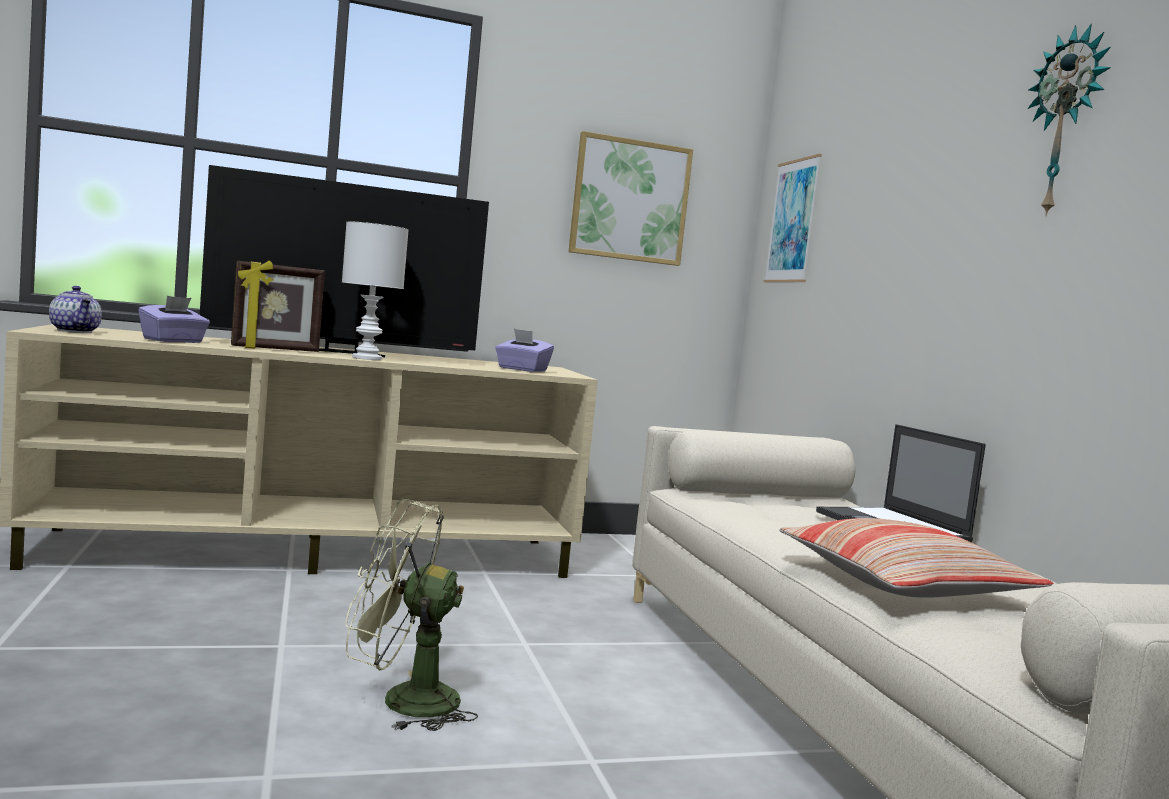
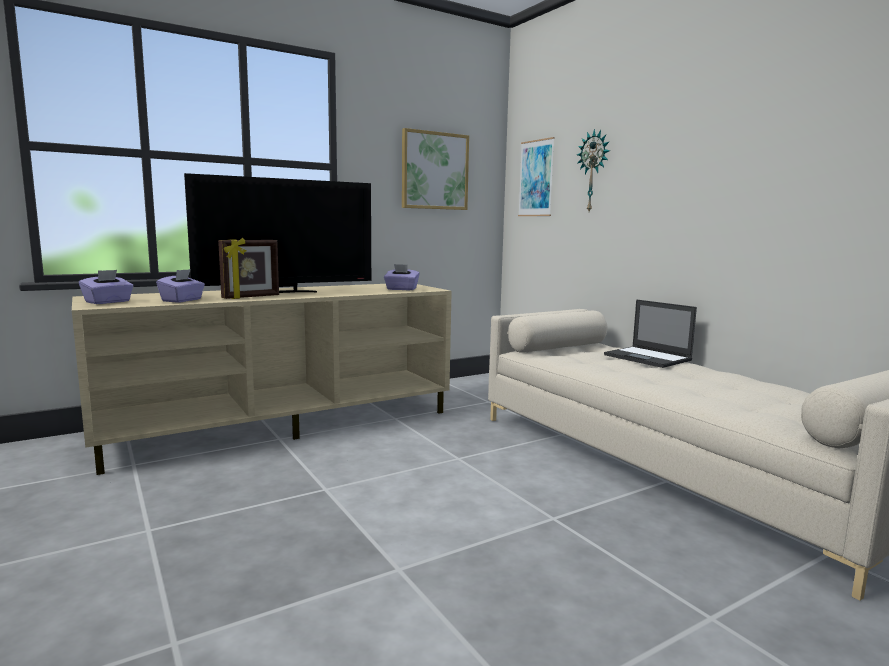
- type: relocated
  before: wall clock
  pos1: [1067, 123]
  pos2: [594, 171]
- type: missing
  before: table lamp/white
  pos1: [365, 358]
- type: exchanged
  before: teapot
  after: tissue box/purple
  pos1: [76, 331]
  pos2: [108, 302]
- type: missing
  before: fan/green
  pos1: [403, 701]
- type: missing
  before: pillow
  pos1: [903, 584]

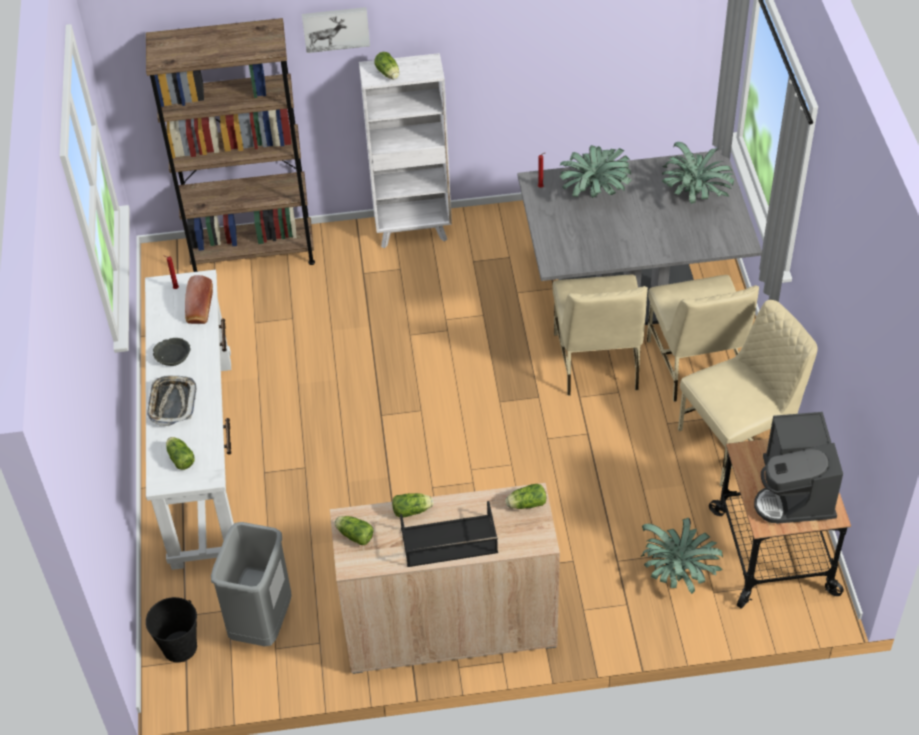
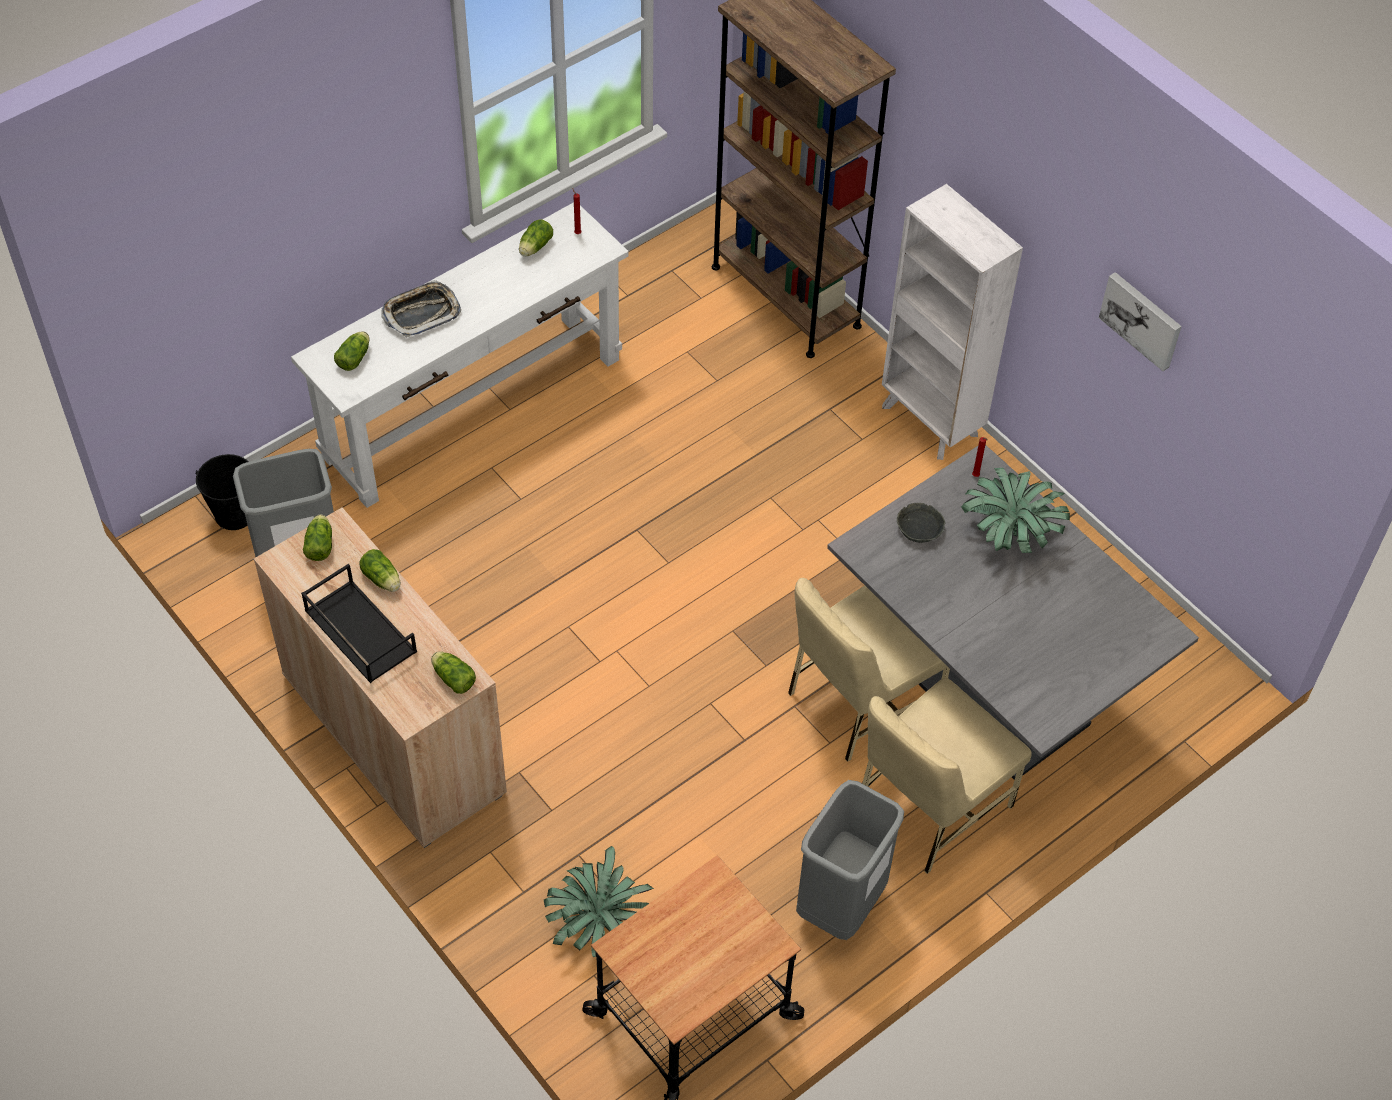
- type: relocated
  before: picture
  pos1: [336, 28]
  pos2: [1142, 319]
- type: relocated
  before: lettuce
  pos1: [388, 74]
  pos2: [534, 247]
- type: missing
  before: potted plant
  pos1: [695, 195]
- type: missing
  before: bread
  pos1: [199, 309]
- type: exchanged
  before: chair/beige
  after: trash can/grey
  pos1: [738, 441]
  pos2: [840, 905]
- type: relocated
  before: bowl/grey
  pos1: [172, 355]
  pos2: [920, 527]
- type: missing
  before: coffee machine
  pos1: [795, 492]

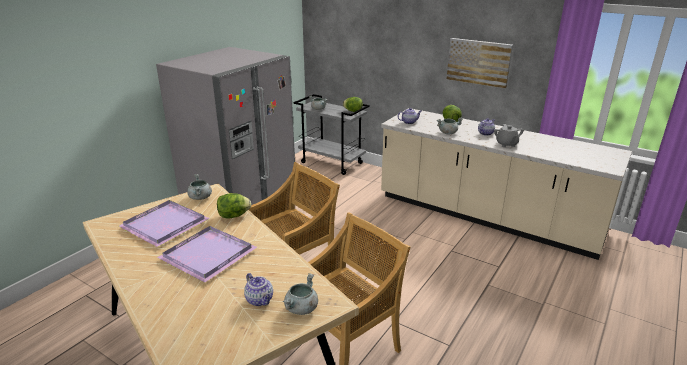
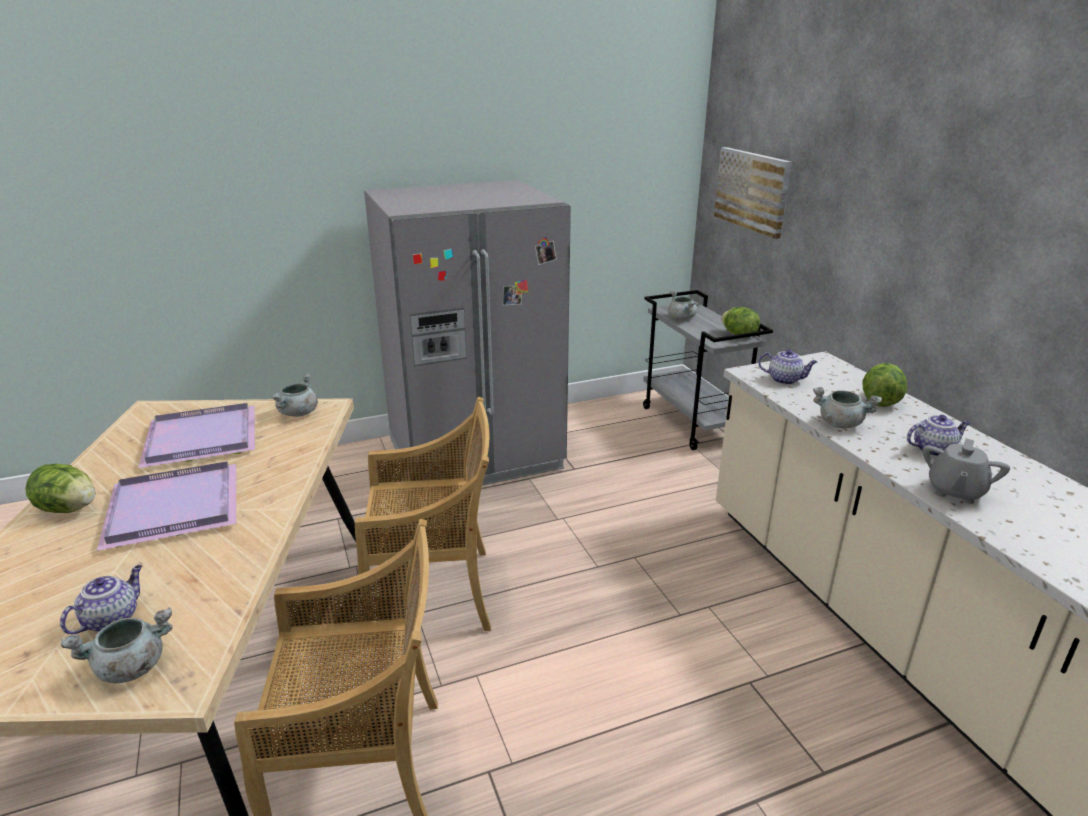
- type: relocated
  before: picture
  pos1: [478, 62]
  pos2: [752, 190]
- type: relocated
  before: lettuce
  pos1: [234, 216]
  pos2: [68, 509]
- type: spun
  before: teapot
  pos1: [260, 300]
  pos2: [112, 619]
  turn: -150

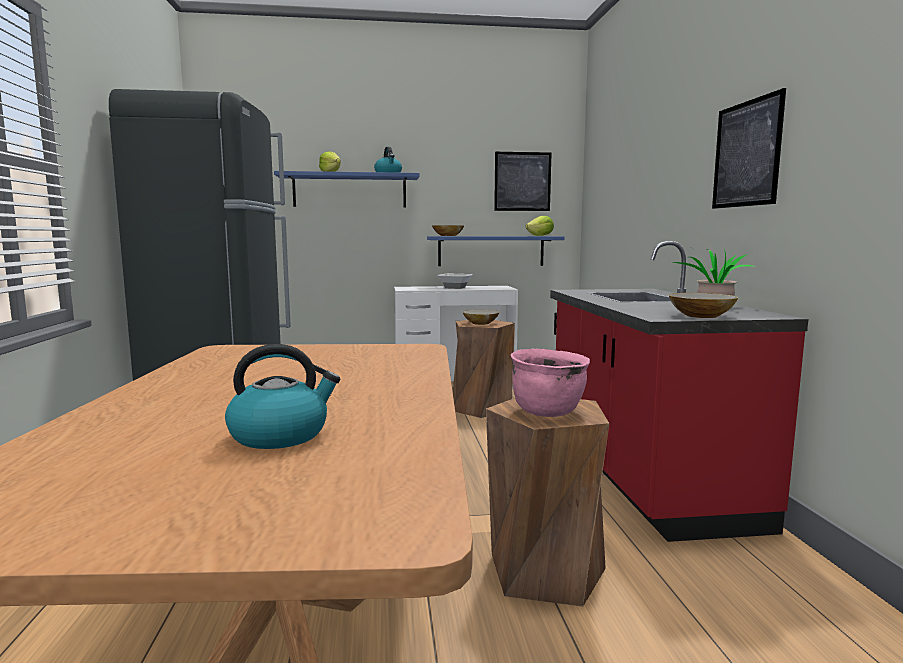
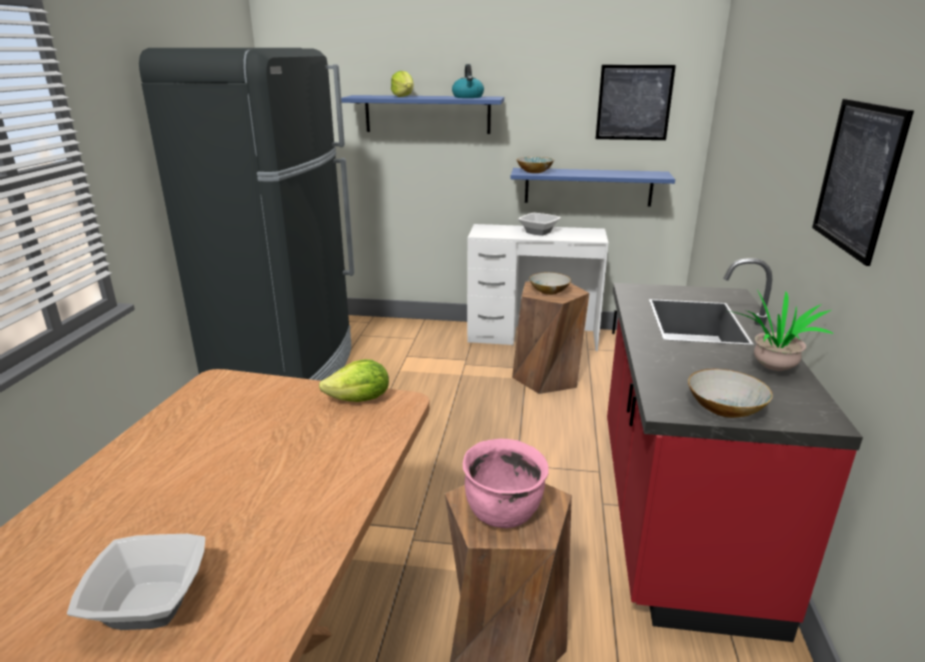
- type: relocated
  before: lettuce
  pos1: [540, 236]
  pos2: [360, 400]
- type: exchanged
  before: kettle
  after: bowl
  pos1: [280, 435]
  pos2: [150, 603]

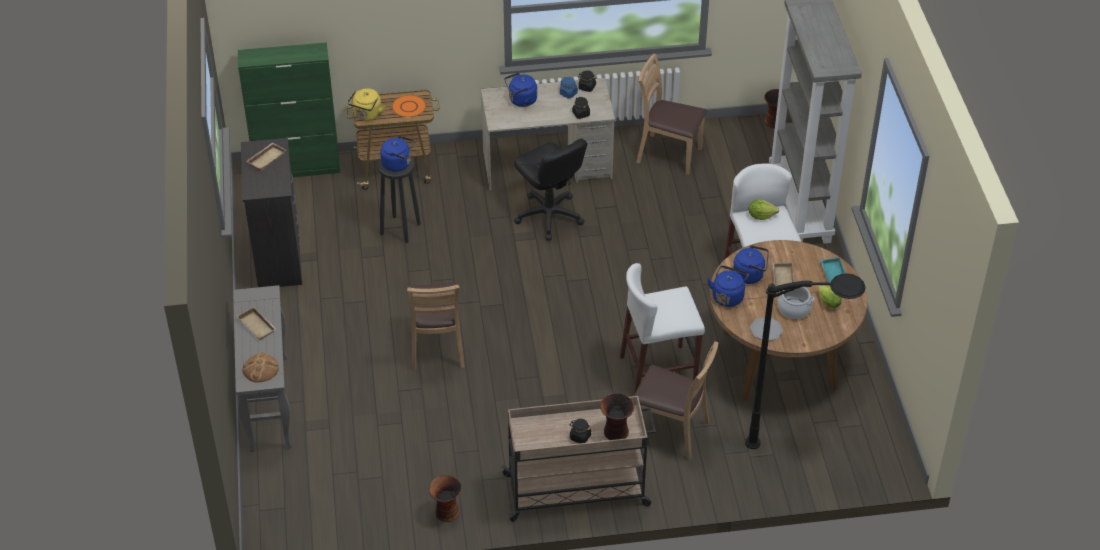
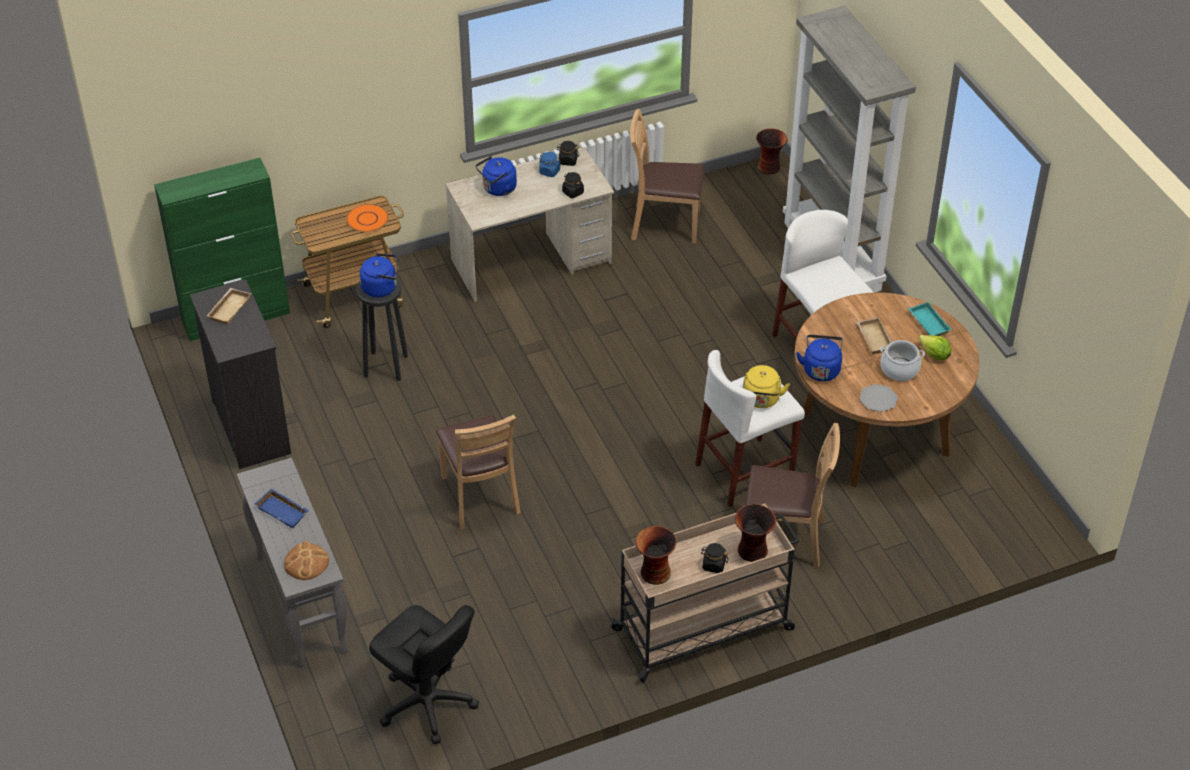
- type: relocated
  before: kettle/yellow
  pos1: [367, 115]
  pos2: [761, 400]
- type: relocated
  before: office chair/black
  pos1: [549, 216]
  pos2: [427, 703]
- type: missing
  before: lettuce
  pos1: [761, 216]
- type: missing
  before: kettle/blue
  pos1: [750, 275]
- type: missing
  before: floor lamp/black
  pos1: [801, 446]
- type: colour
  before: tray/beige
  after: tray/blue
  pos1: [258, 325]
  pos2: [283, 511]
- type: relocated
  before: vase
  pos1: [446, 512]
  pos2: [654, 573]

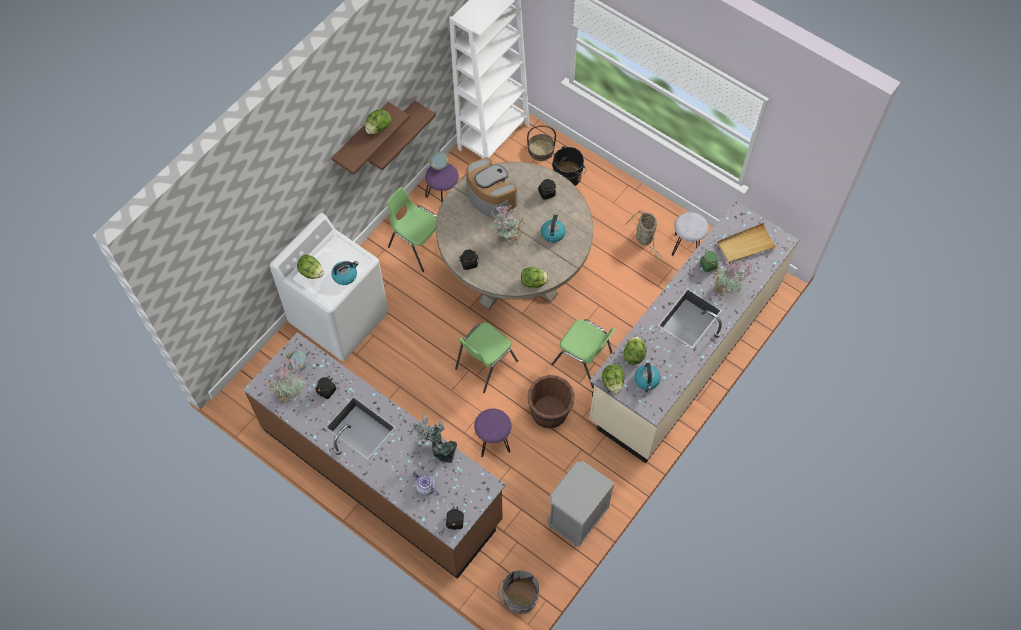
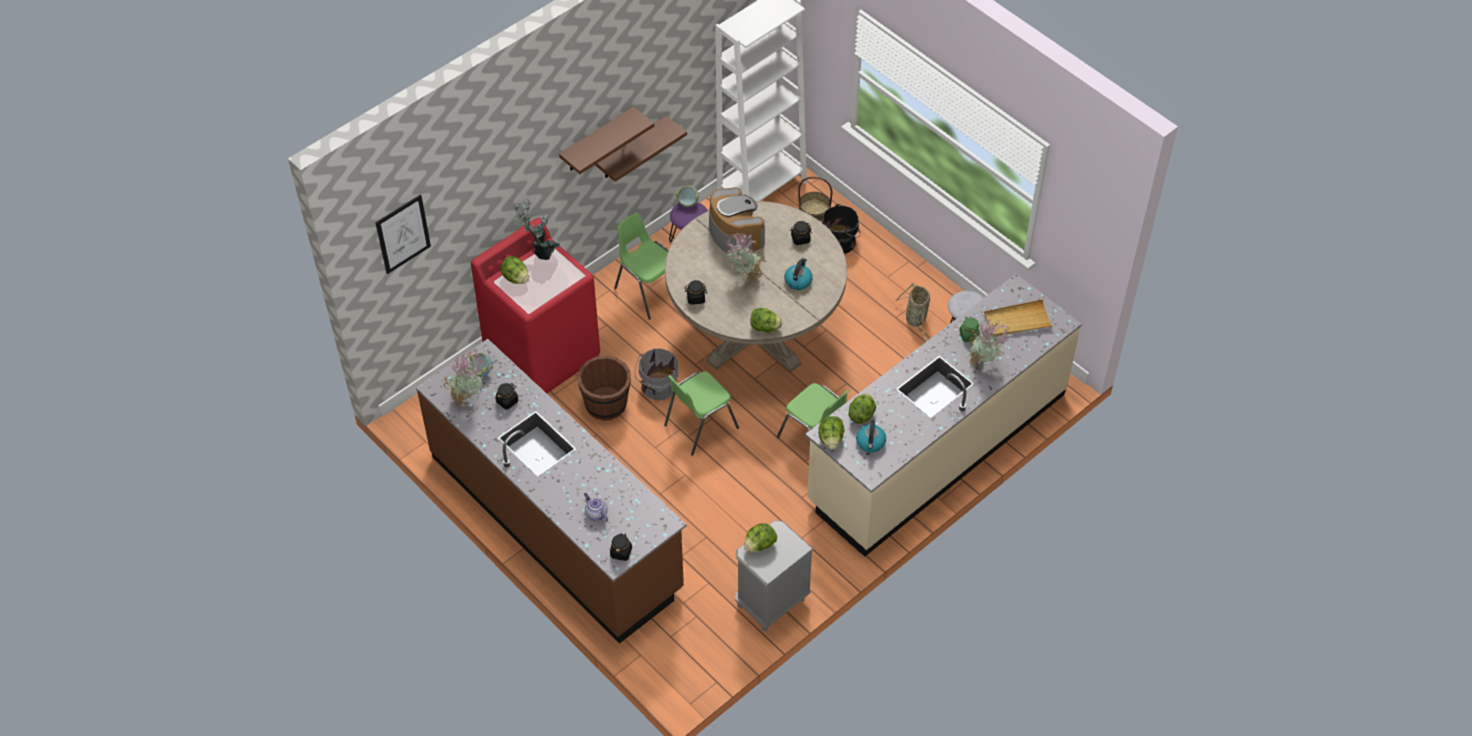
- type: relocated
  before: lettuce
  pos1: [378, 128]
  pos2: [759, 545]
- type: colour
  before: washing machine/white
  after: washing machine/red
  pos1: [339, 318]
  pos2: [543, 354]
- type: missing
  before: kettle
  pos1: [345, 275]
- type: relocated
  before: bucket/brown
  pos1: [549, 412]
  pos2: [606, 404]
- type: missing
  before: stool/purple
  pos1: [493, 441]
- type: relocated
  before: potted plant
  pos1: [438, 449]
  pos2: [540, 252]
- type: relocated
  before: bucket/grey
  pos1: [519, 599]
  pos2: [658, 387]
- type: appeared
  after: picture
  pos2: [403, 234]

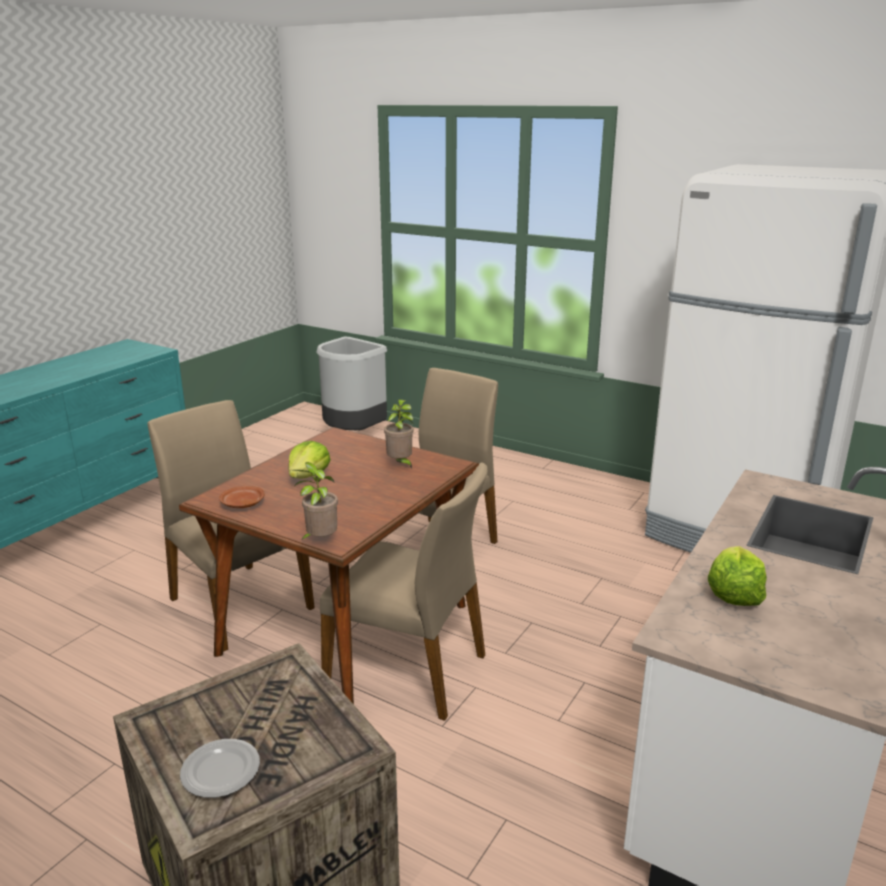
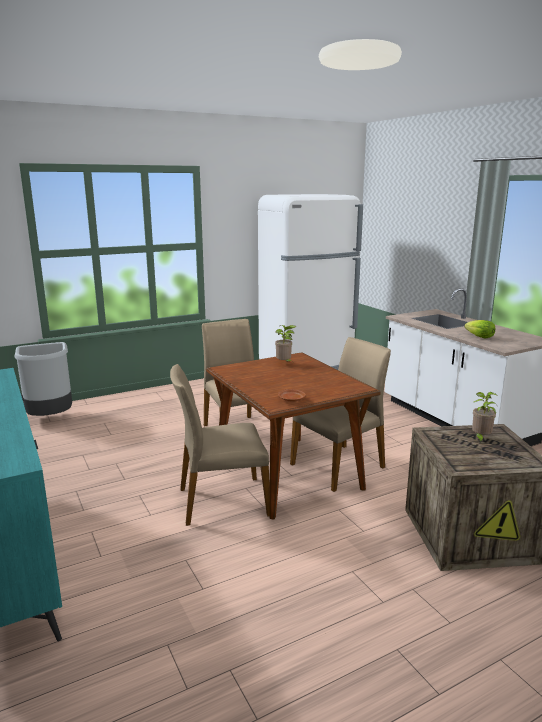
- type: missing
  before: lettuce
  pos1: [308, 476]
- type: relocated
  before: potted plant
  pos1: [320, 540]
  pos2: [480, 438]
- type: missing
  before: plate
  pos1: [221, 771]

